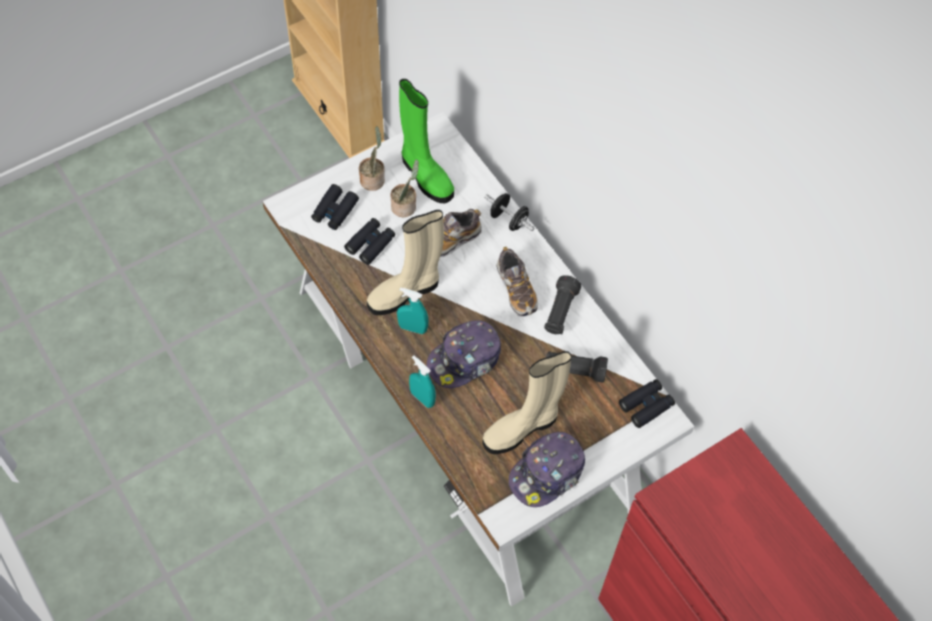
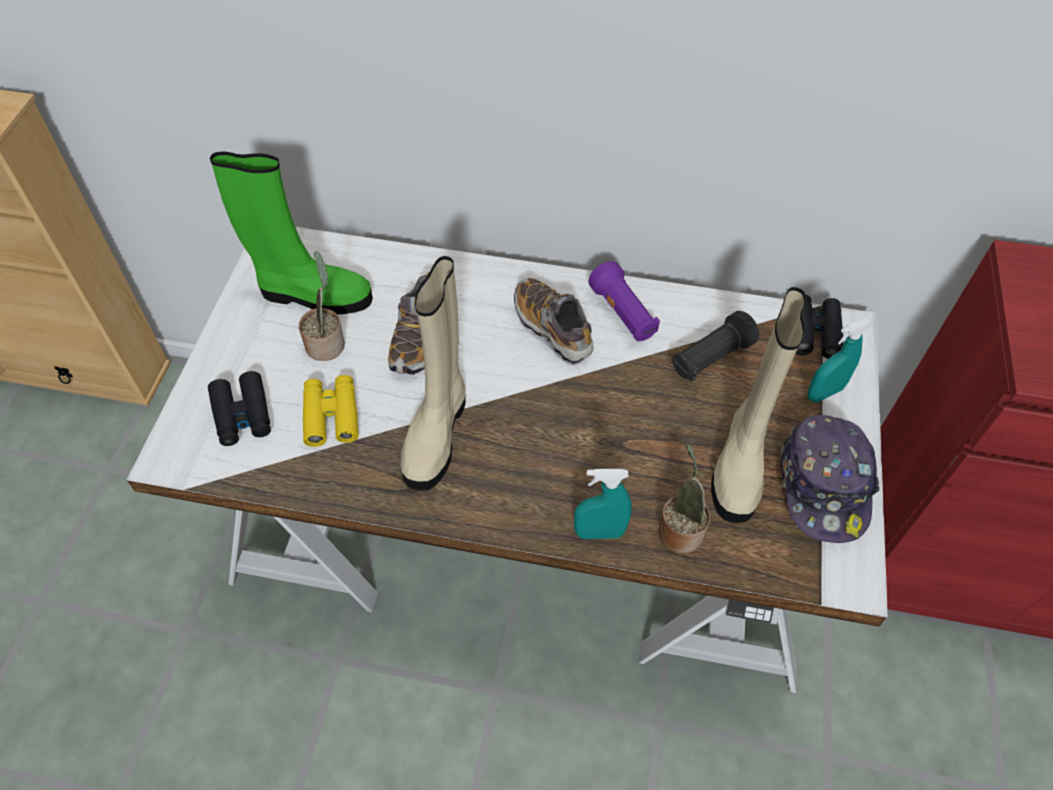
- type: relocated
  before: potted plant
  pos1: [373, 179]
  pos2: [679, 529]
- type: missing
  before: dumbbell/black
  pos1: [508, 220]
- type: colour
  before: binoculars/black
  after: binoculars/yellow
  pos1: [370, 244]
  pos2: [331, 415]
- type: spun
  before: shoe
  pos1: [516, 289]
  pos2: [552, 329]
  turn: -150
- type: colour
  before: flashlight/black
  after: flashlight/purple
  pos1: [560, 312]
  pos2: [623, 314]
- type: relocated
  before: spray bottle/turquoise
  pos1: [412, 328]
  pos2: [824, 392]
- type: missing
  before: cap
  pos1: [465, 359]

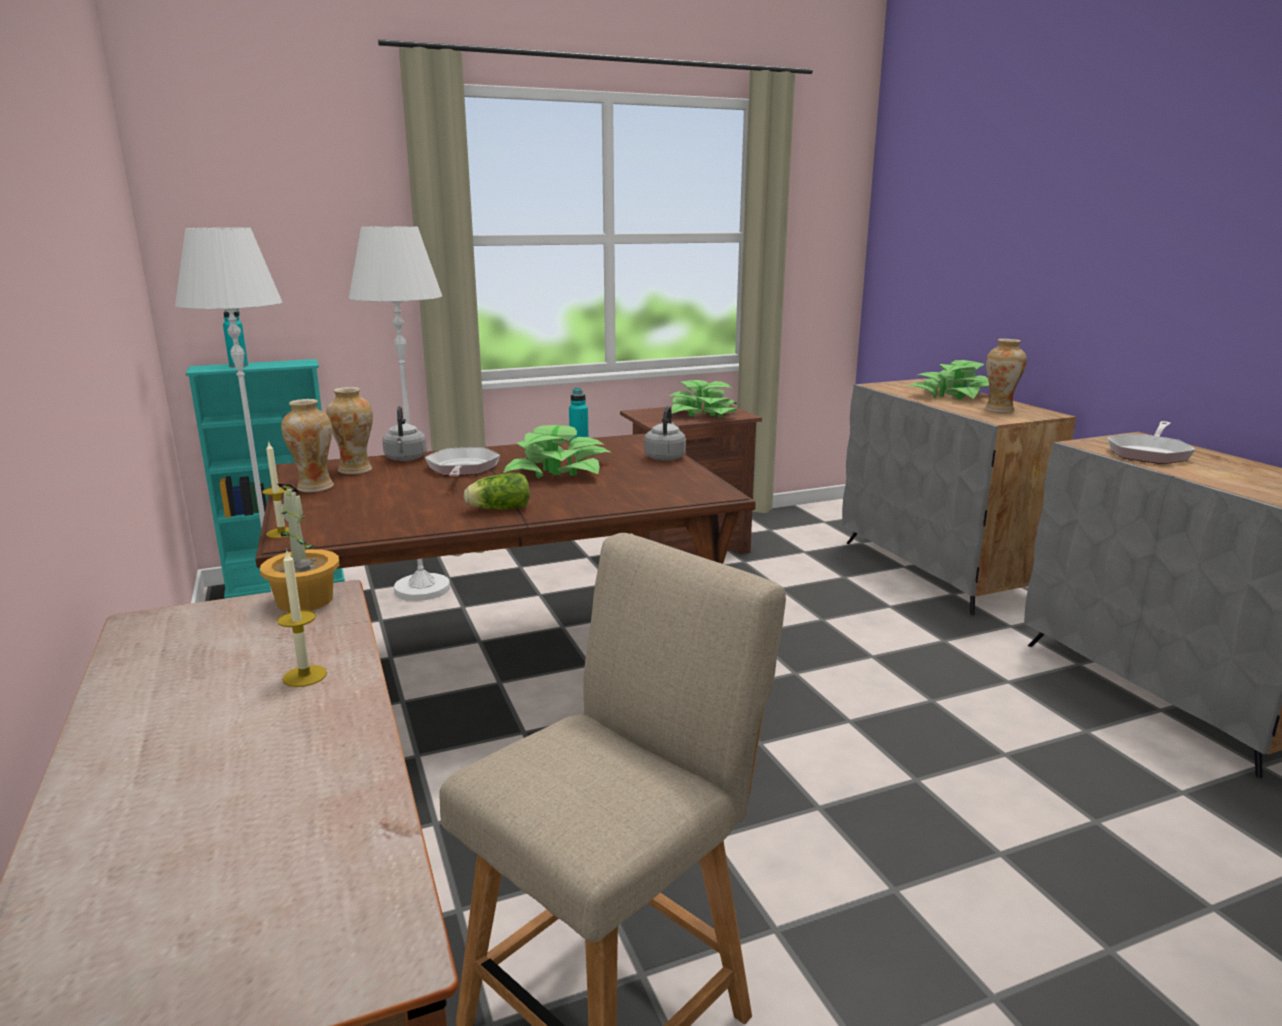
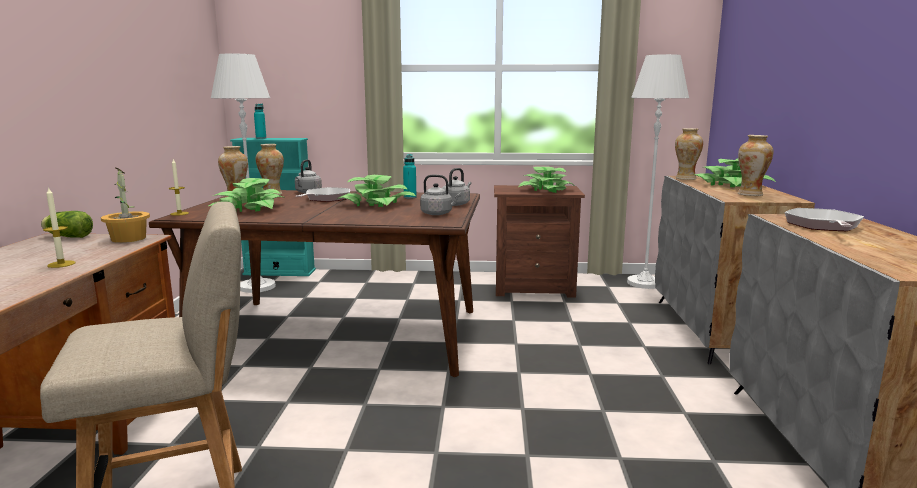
- type: relocated
  before: floor lamp/white
  pos1: [422, 589]
  pos2: [644, 283]
- type: spun
  before: frying pan
  pos1: [1149, 453]
  pos2: [823, 226]
  turn: 135
- type: relocated
  before: lettuce
  pos1: [497, 509]
  pos2: [67, 236]
- type: appeared
  after: vase
  pos2: [685, 178]
- type: appeared
  after: kettle/grey
  pos2: [438, 214]
- type: appeared
  after: potted plant
  pos2: [249, 209]

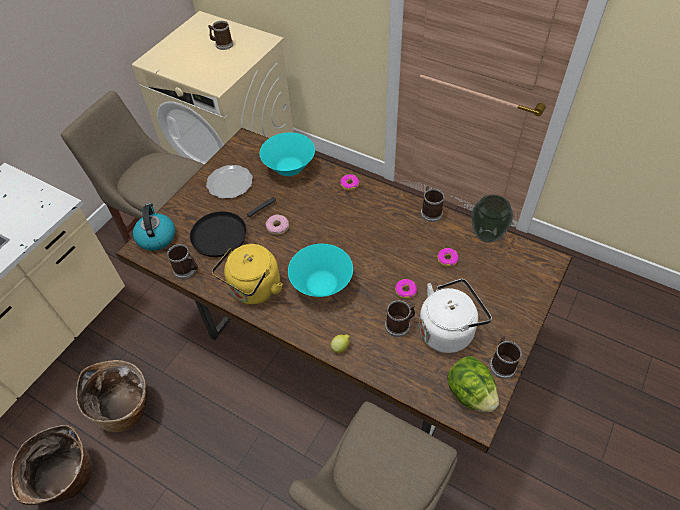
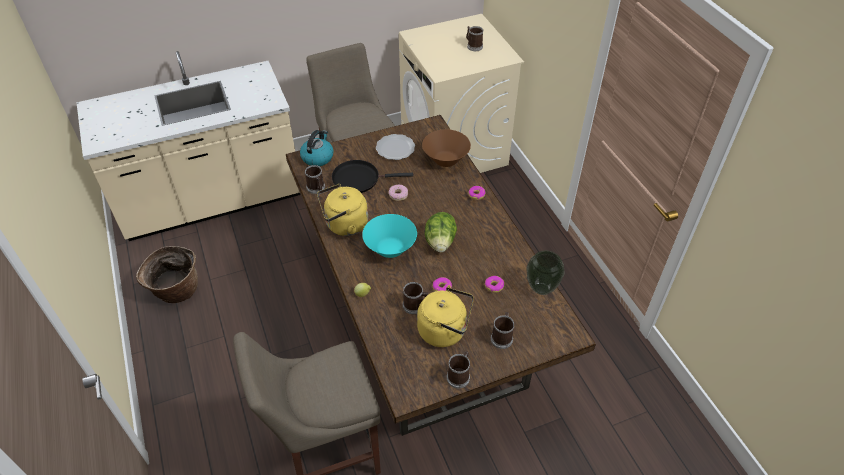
- type: colour
  before: bowl/turquoise
  after: bowl/brown
  pos1: [289, 168]
  pos2: [445, 160]
- type: relocated
  before: mug
  pos1: [430, 211]
  pos2: [502, 337]
- type: colour
  before: kettle/white
  after: kettle/yellow
  pos1: [448, 330]
  pos2: [445, 331]
- type: relocated
  before: lettuce
  pos1: [470, 393]
  pos2: [440, 242]
- type: missing
  before: basket
  pos1: [127, 409]

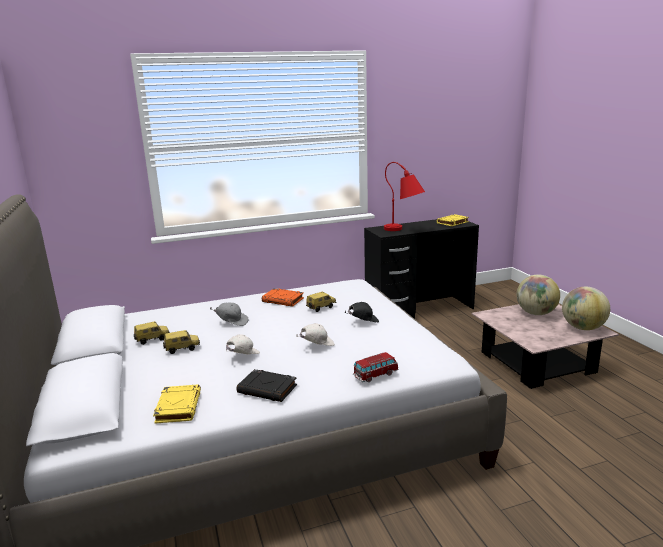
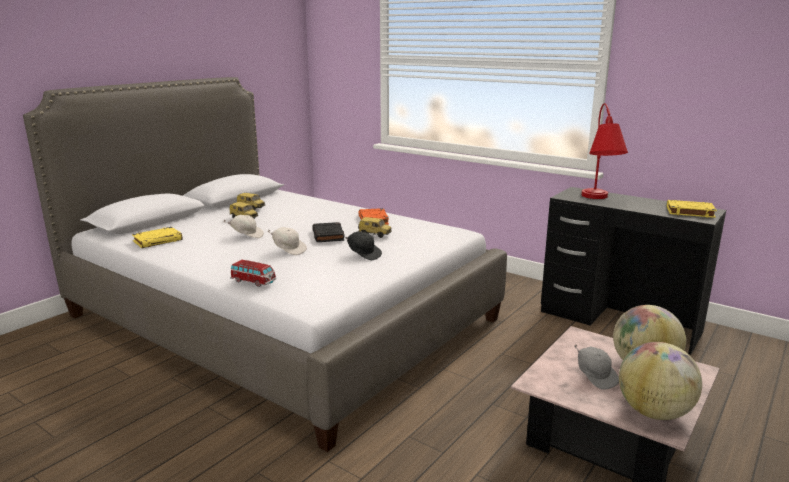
- type: relocated
  before: cap/grey
  pos1: [232, 322]
  pos2: [595, 377]
- type: relocated
  before: book/black
  pos1: [268, 389]
  pos2: [328, 235]

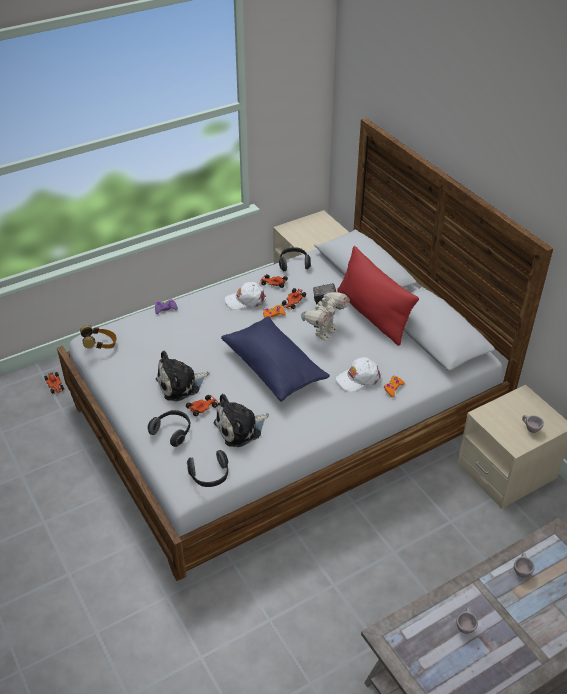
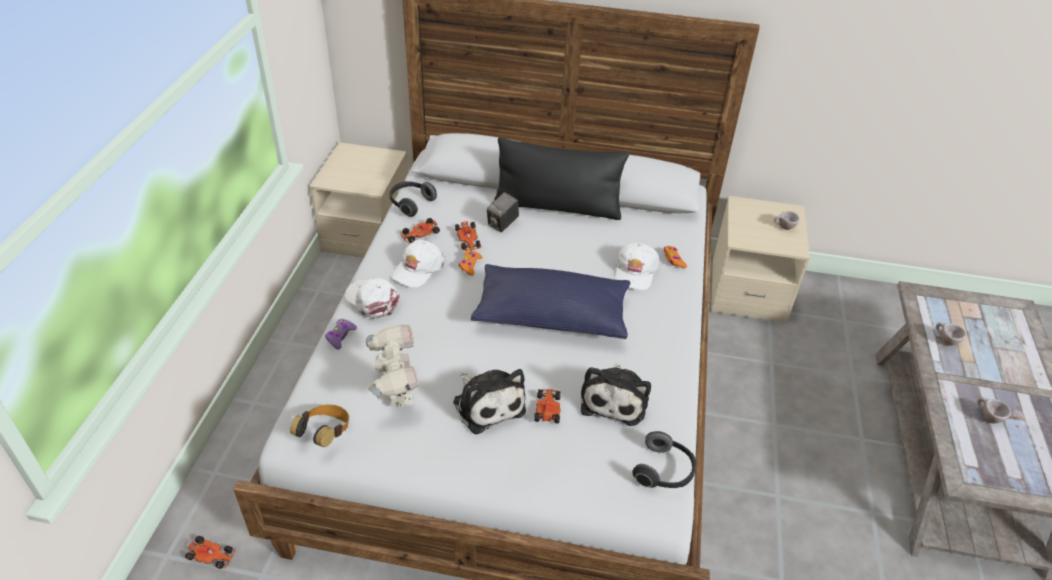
- type: colour
  before: pillow/red
  after: pillow/black
  pos1: [372, 315]
  pos2: [557, 207]
- type: relocated
  before: toy robot
  pos1: [324, 332]
  pos2: [396, 394]
- type: spun
  before: plush toy
  pos1: [181, 384]
  pos2: [487, 404]
  turn: -45
- type: missing
  before: headphones
  pos1: [172, 432]
- type: appeared
  after: cap/white
  pos2: [372, 300]

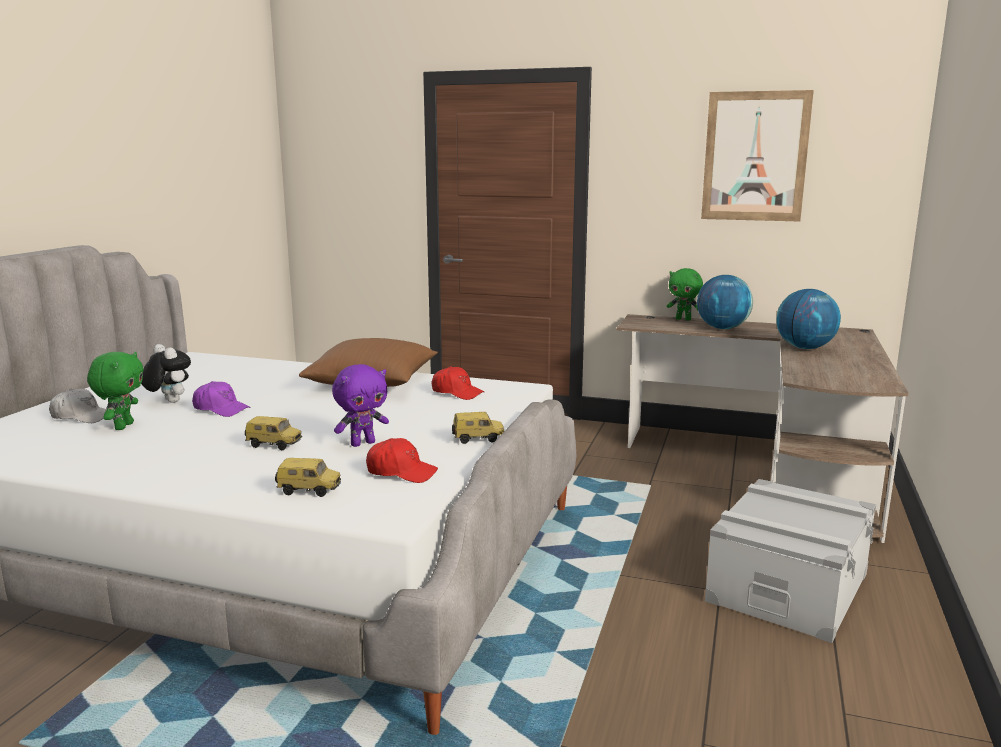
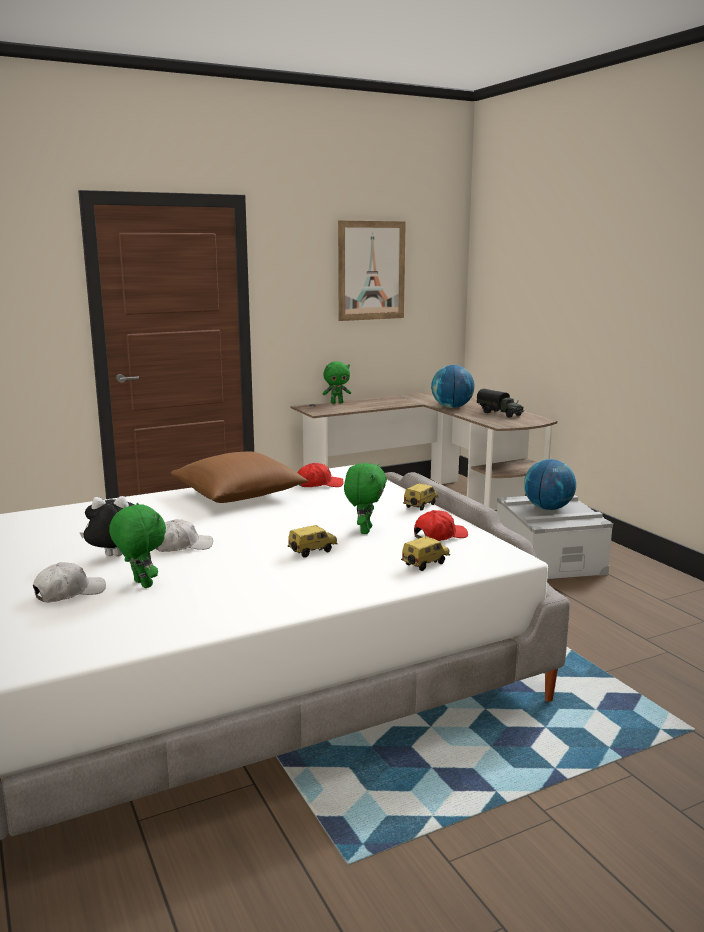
- type: relocated
  before: globe
  pos1: [722, 328]
  pos2: [548, 508]
- type: colour
  before: plush toy/purple
  after: plush toy/green
  pos1: [362, 443]
  pos2: [364, 530]
- type: colour
  before: cap/purple
  after: cap/white
  pos1: [221, 409]
  pos2: [182, 546]
- type: appeared
  after: toy truck
  pos2: [500, 413]

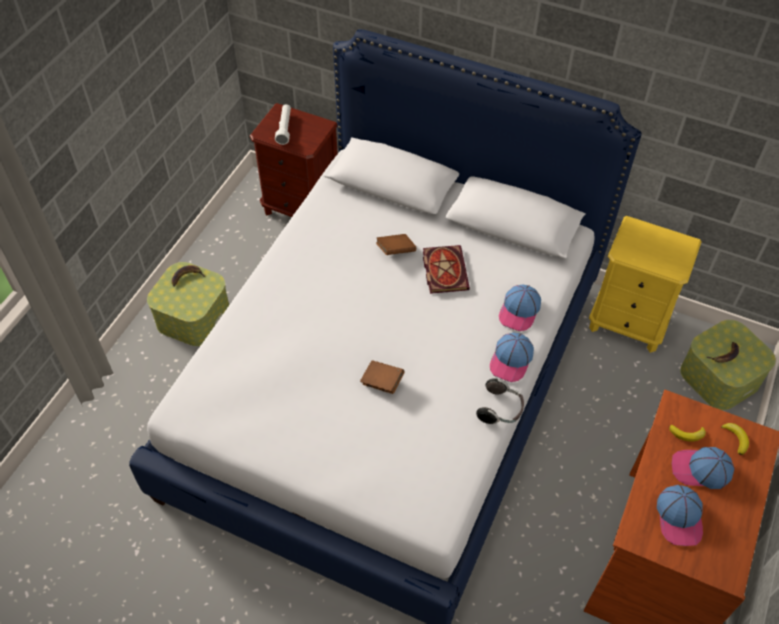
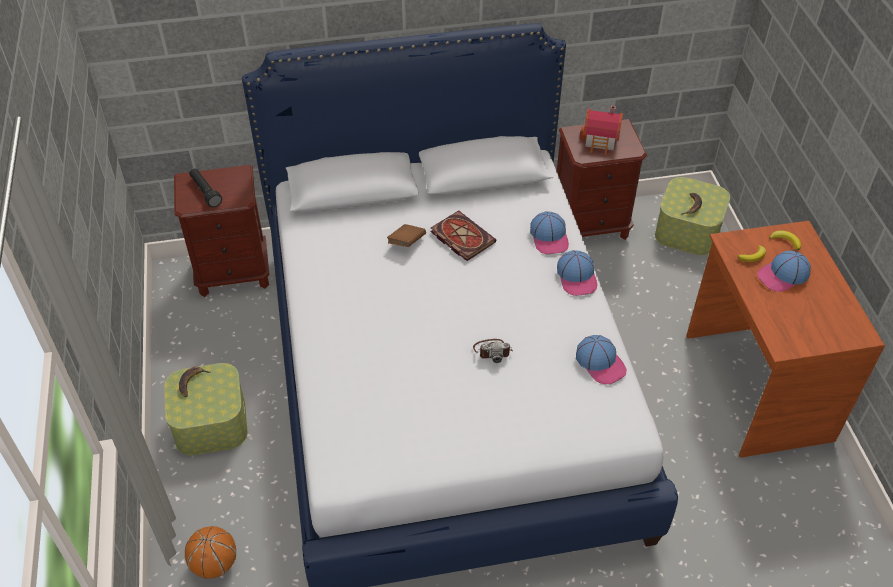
- type: colour
  before: flashlight/white
  after: flashlight/black
  pos1: [284, 128]
  pos2: [205, 192]
- type: colour
  before: nightstand/yellow
  after: nightstand/brown
  pos1: [628, 323]
  pos2: [591, 226]
- type: exchanged
  before: book/brown
  after: photo camera
  pos1: [382, 382]
  pos2: [492, 351]
- type: missing
  before: headphones
  pos1: [500, 409]
- type: relocated
  before: cap
  pos1: [679, 518]
  pos2: [600, 363]
- type: appeared
  after: toy house
  pos2: [601, 141]
- type: appeared
  after: basketball
  pos2: [214, 564]

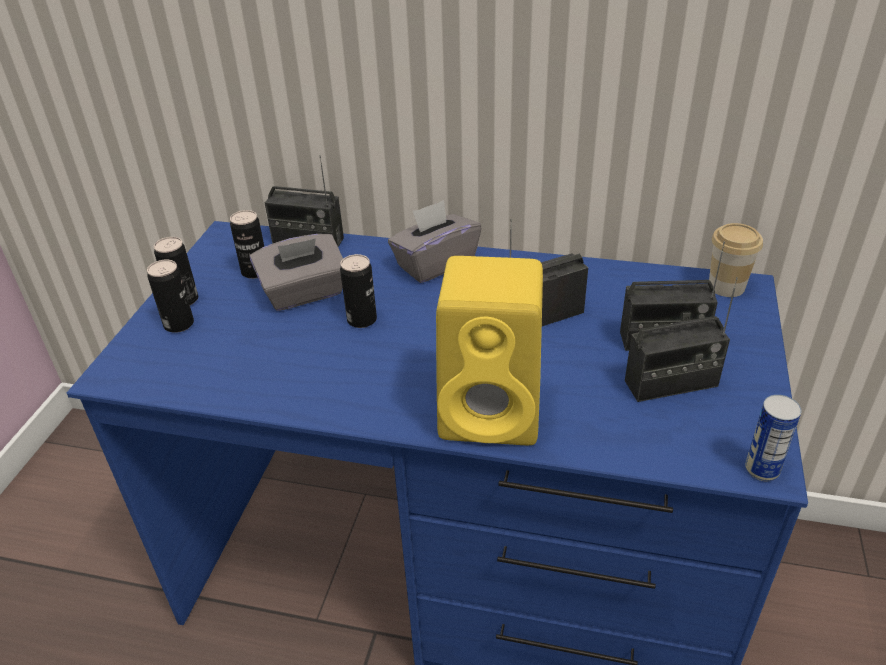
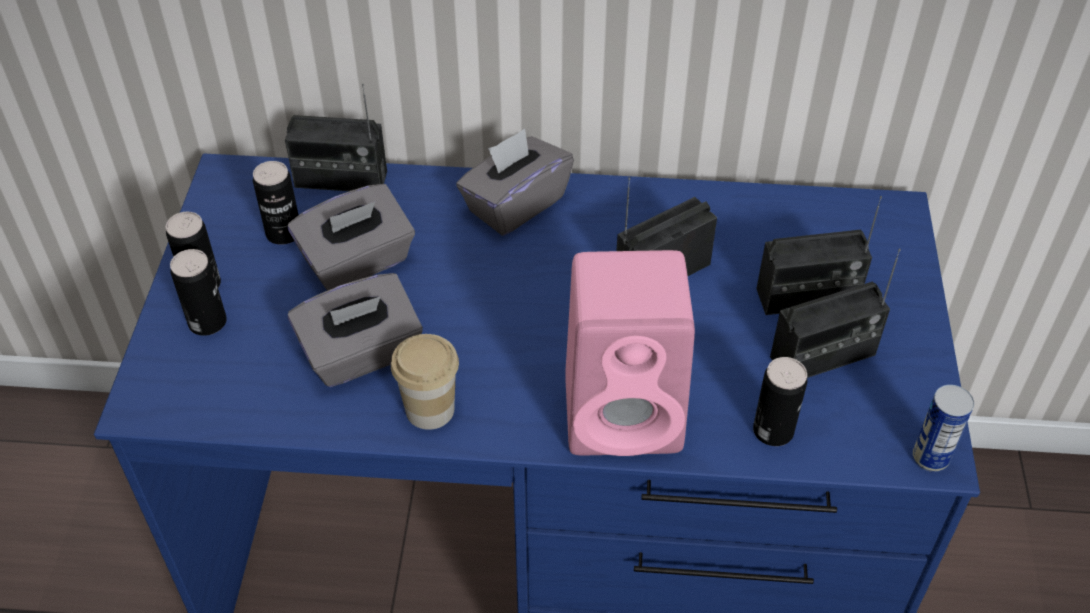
- type: relocated
  before: cup
  pos1: [726, 286]
  pos2: [430, 409]
- type: relocated
  before: can
  pos1: [362, 320]
  pos2: [773, 431]
- type: colour
  before: speaker/yellow
  after: speaker/pink
  pos1: [494, 412]
  pos2: [627, 413]
- type: appeared
  after: tissue box/grey
  pos2: [361, 355]

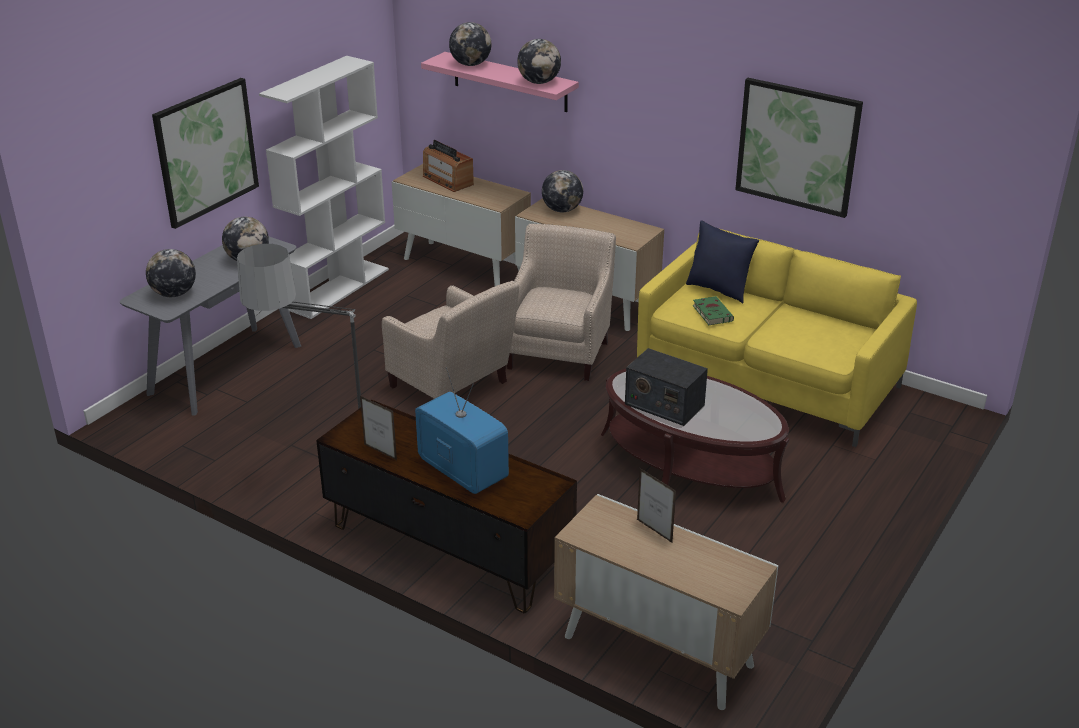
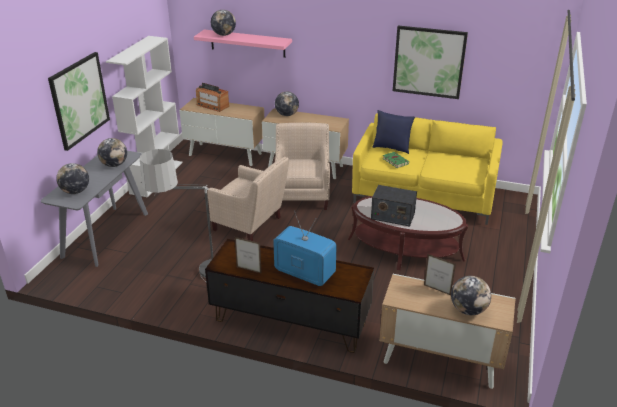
- type: relocated
  before: globe
  pos1: [539, 82]
  pos2: [468, 310]

